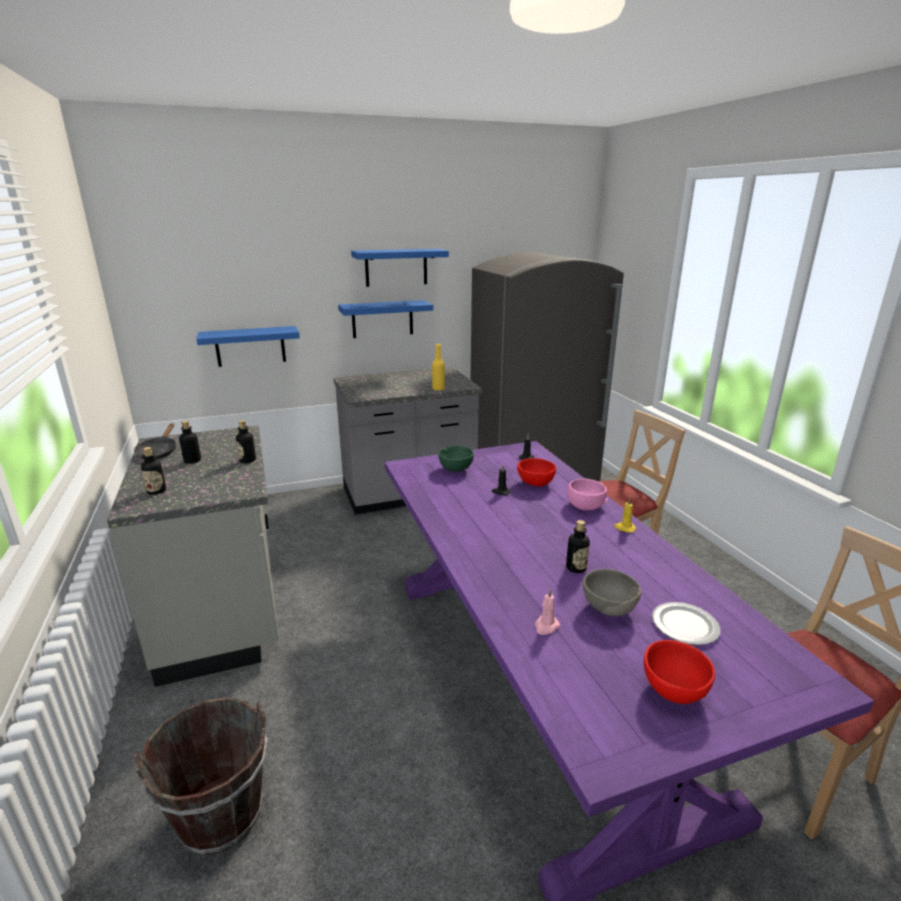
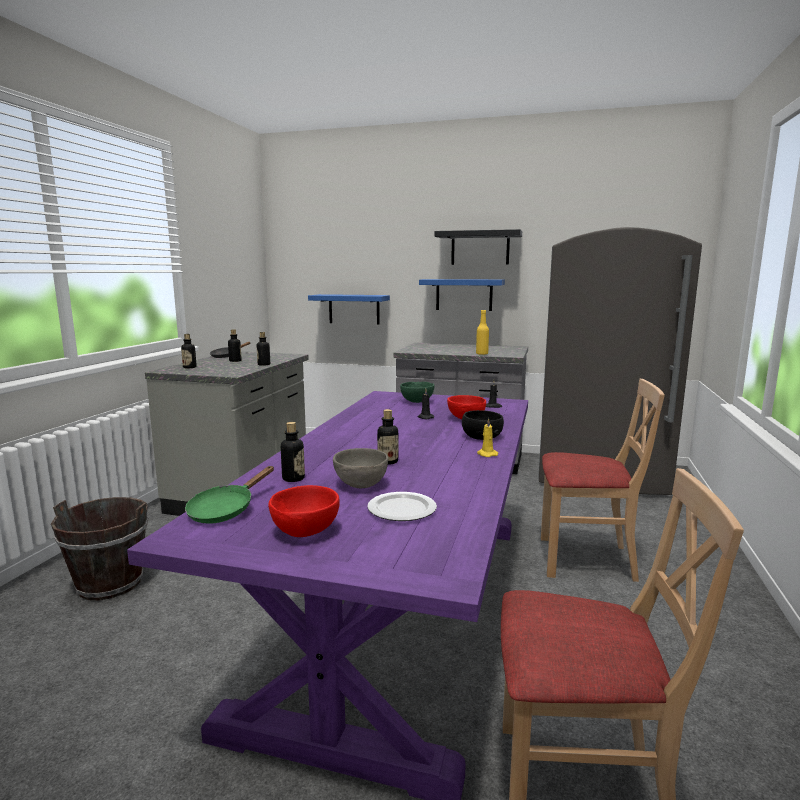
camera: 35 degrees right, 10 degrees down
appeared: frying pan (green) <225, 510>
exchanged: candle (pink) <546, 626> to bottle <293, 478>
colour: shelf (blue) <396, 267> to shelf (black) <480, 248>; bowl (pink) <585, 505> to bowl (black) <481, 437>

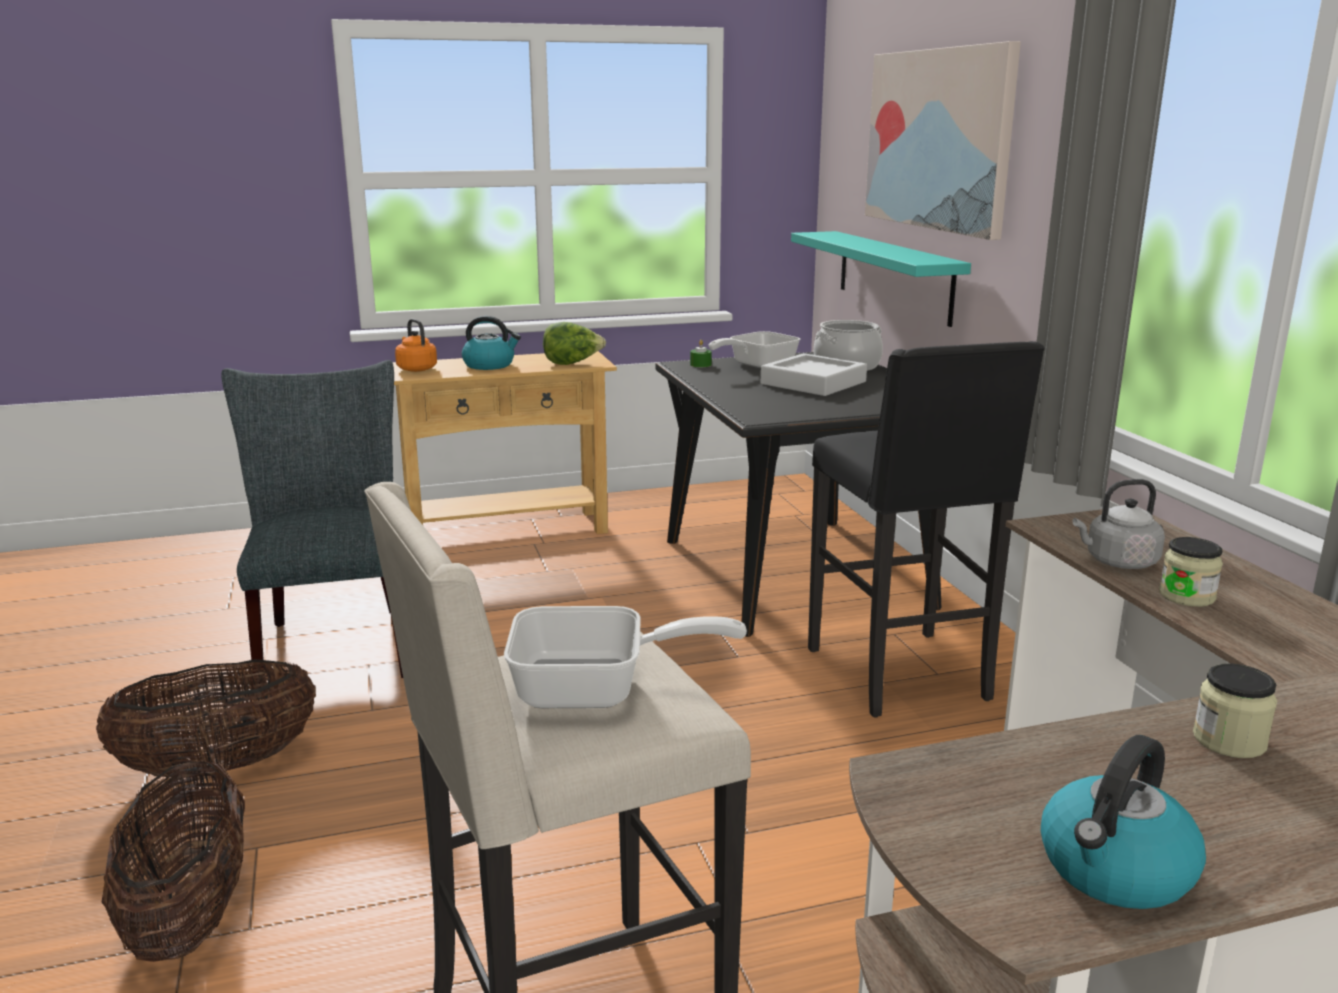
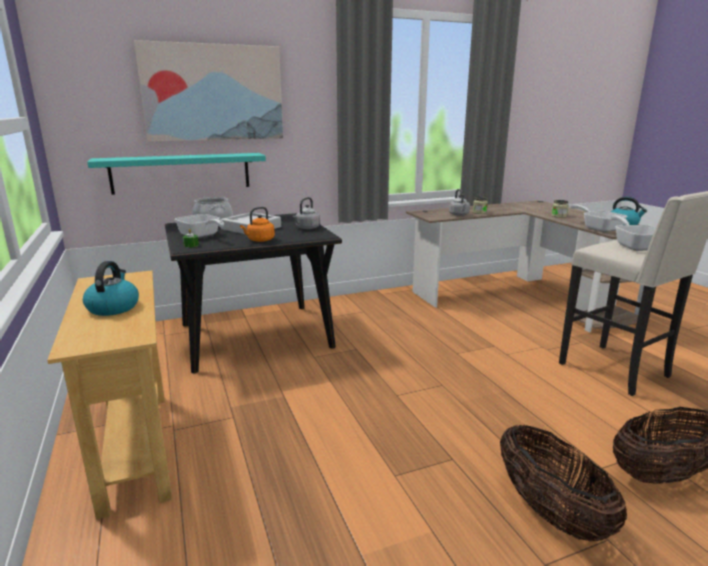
camera: 95 degrees left, 0 degrees up
missing: lettuce <572, 364>; stool (black) <902, 676>; chair (grey) <335, 643>
appeared: kettle (grey) <307, 228>; frying pan <598, 228>
relocated: kettle (orange) <416, 369> to <259, 240>

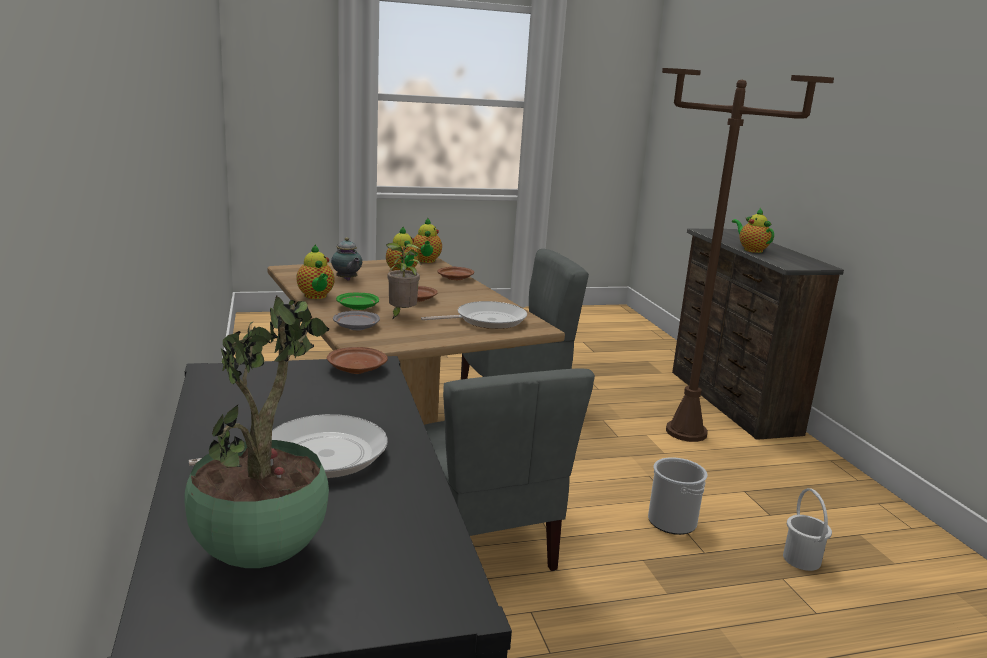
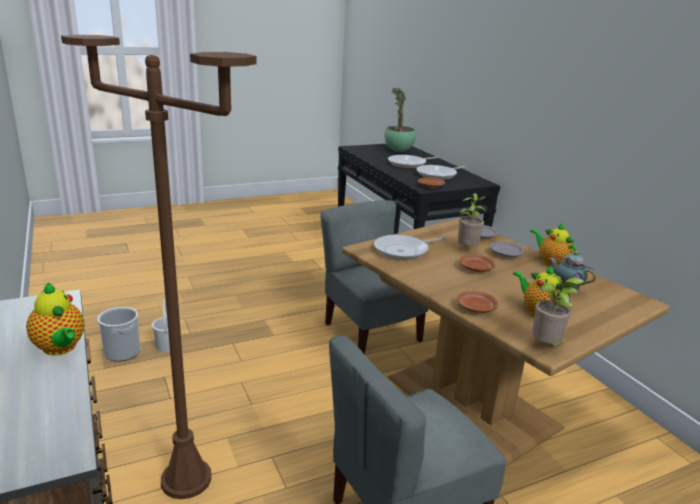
camera: 170 degrees right, 5 degrees up
appeared: frying pan <438, 175>
relocated: bucket <672, 521> to <122, 352>
exchanged: teapot <426, 261> to potted plant <547, 347>
colour: plate (green) <357, 307> to plate (grey) <506, 254>

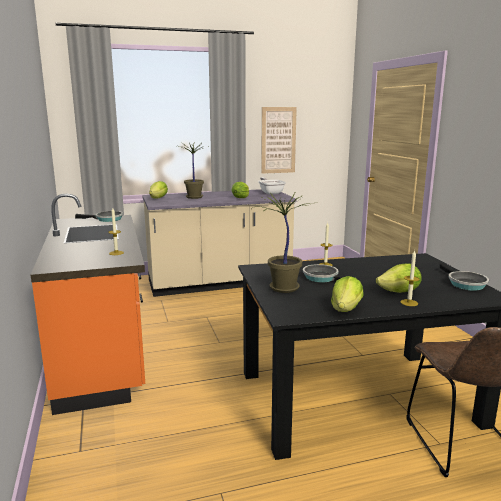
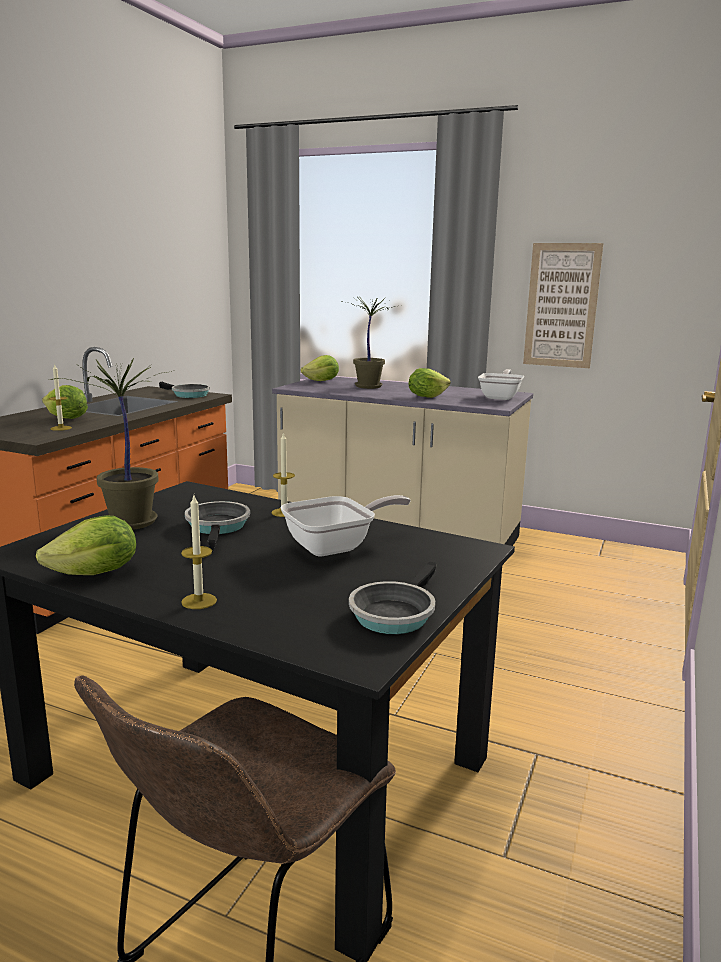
camera: 40 degrees right, 0 degrees up
appeared: frying pan <336, 546>
relocated: lettuce <399, 292> to <66, 419>

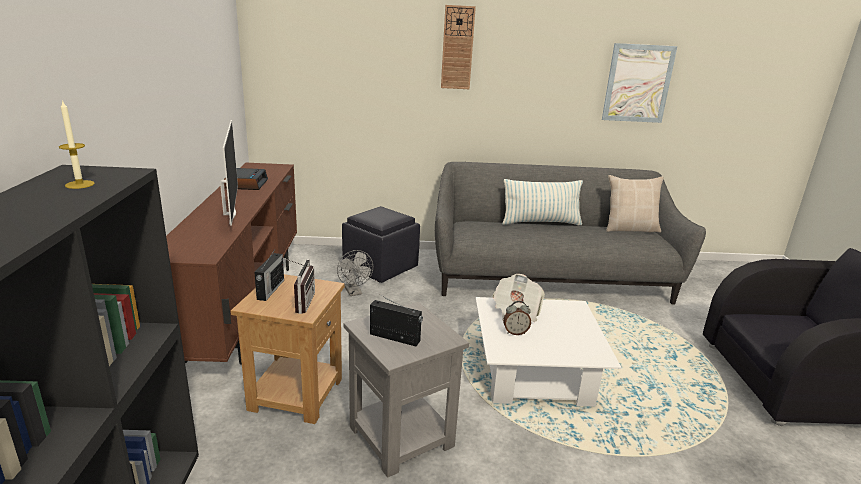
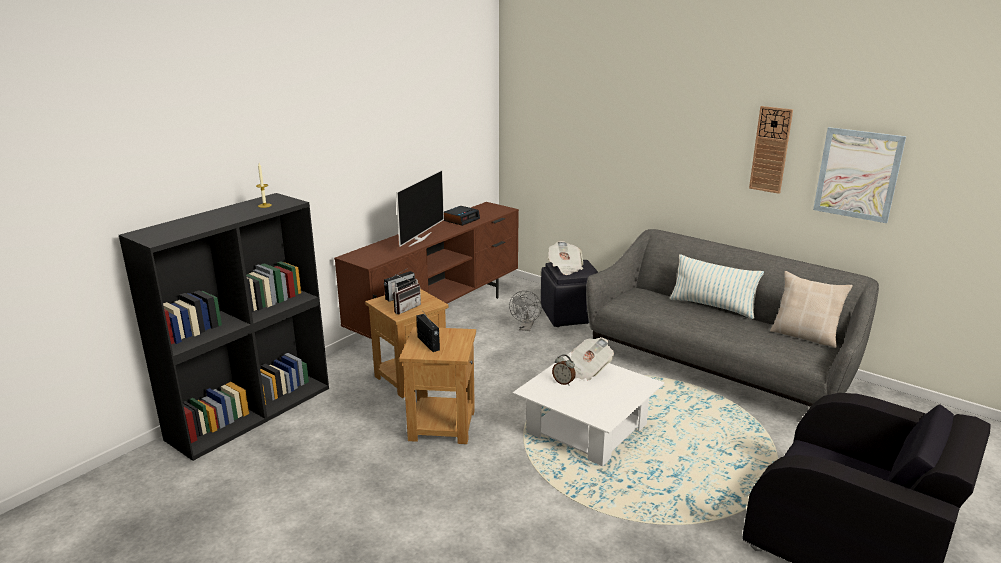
camera: 40 degrees right, 0 degrees up
appeared: newspaper <565, 267>
relocated: wall clock <457, 48> to <770, 150>
colour: side table (grey) <400, 436> to side table (brown) <442, 424>

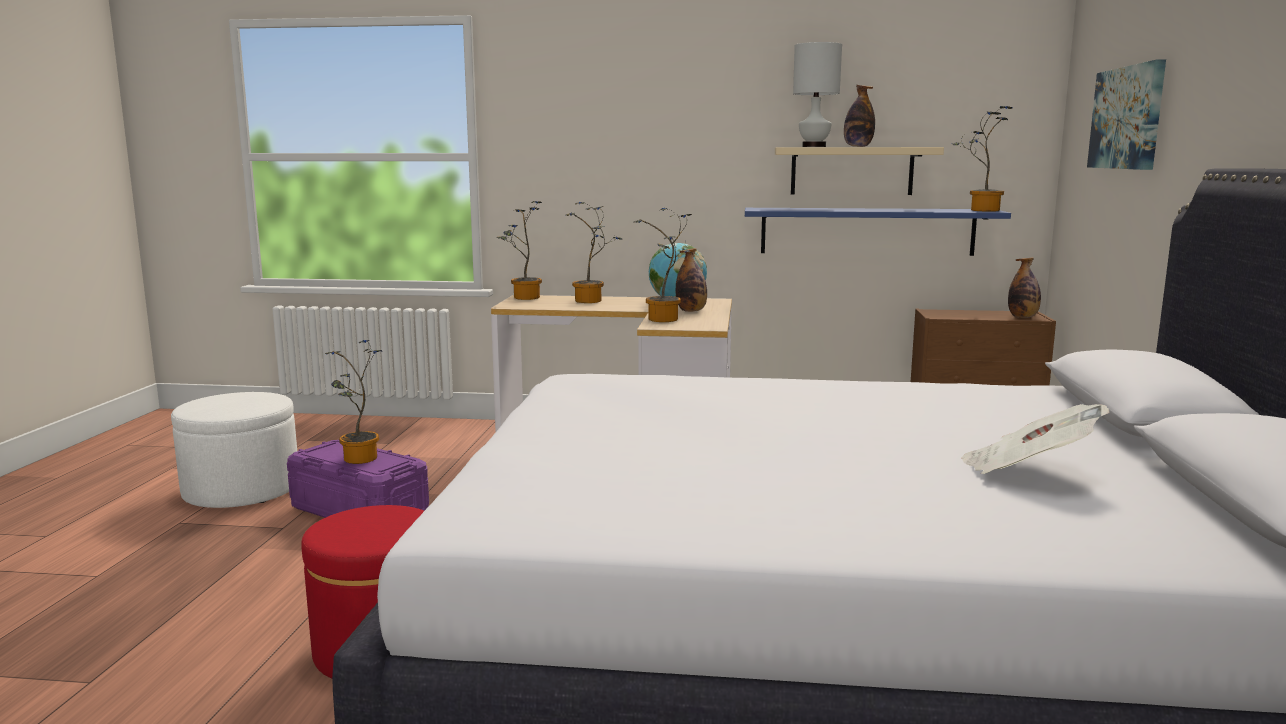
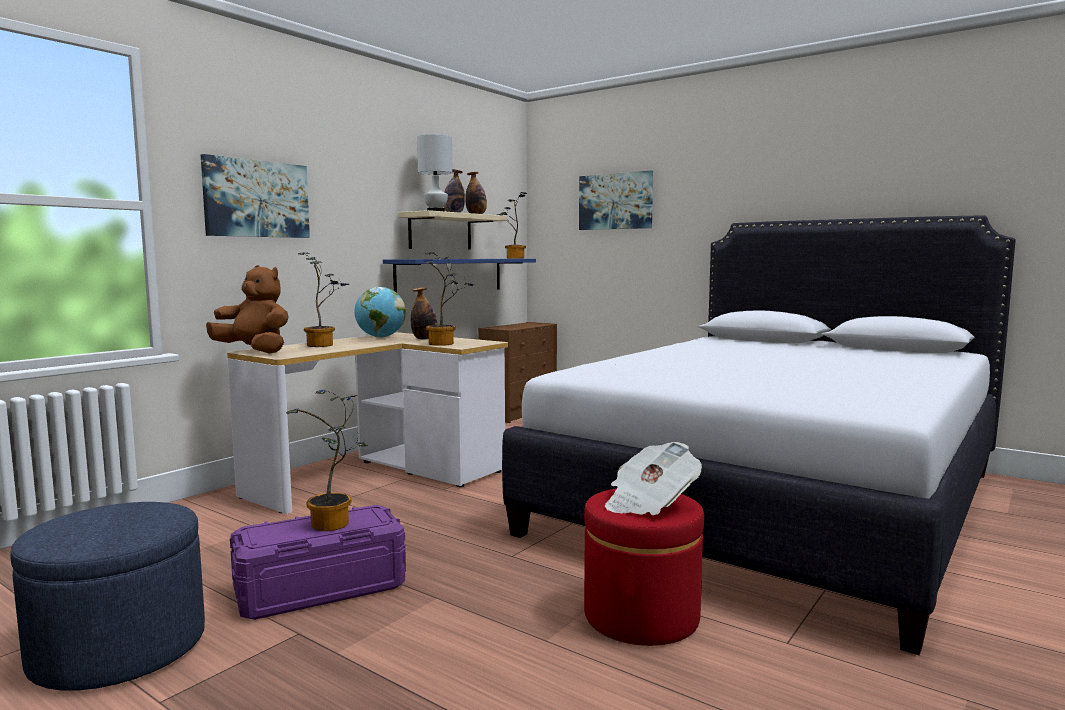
camera: 60 degrees left, 5 degrees down
appeared: picture <256, 199>
relocated: bottle <1022, 317> to <476, 214>; newspaper <1026, 471> to <649, 503>
exchanged: potted plant <523, 298> to plush toy (brown) <254, 351>
colour: ottoman (white) <241, 490> to ottoman (blue) <119, 648>

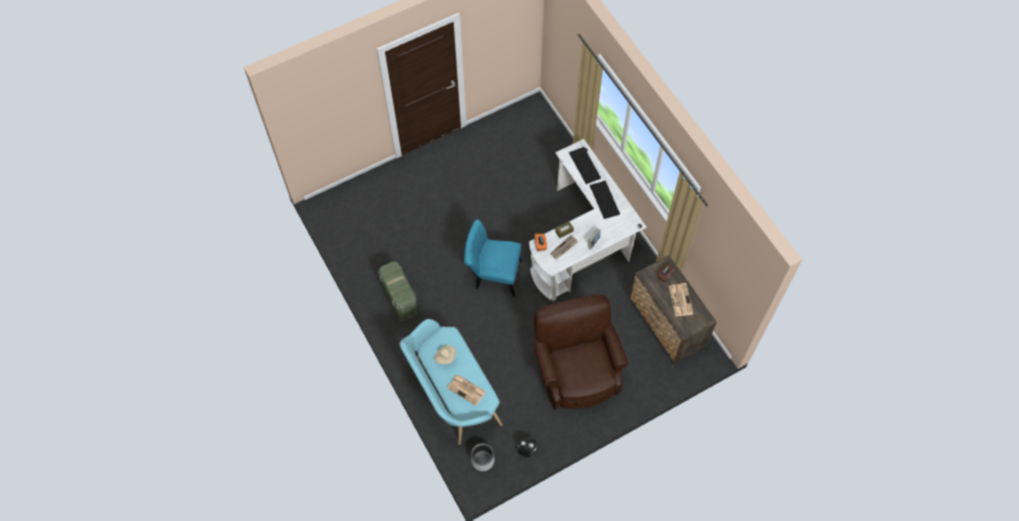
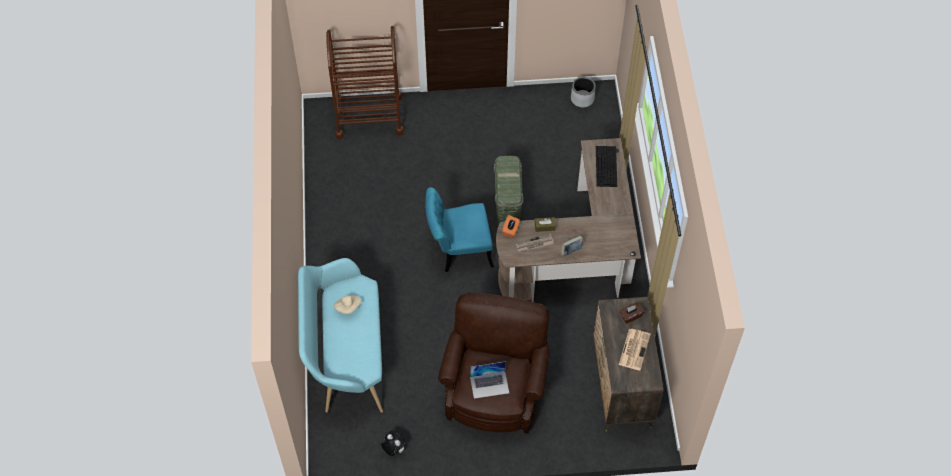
camera: 25 degrees right, 5 degrees down
missing: keyboard <605, 200>; newspaper <467, 390>
appeared: cart (brown) <368, 116>; laptop <489, 384>
relocated: storage box (green) <399, 299> to <507, 203>; planter (grey) <483, 460> to <582, 99>
colour: desk (white) <583, 242> to desk (brown) <577, 257>
spun: chair (turquoise) <492, 274> = <458, 250> 45 degrees counterclockwise

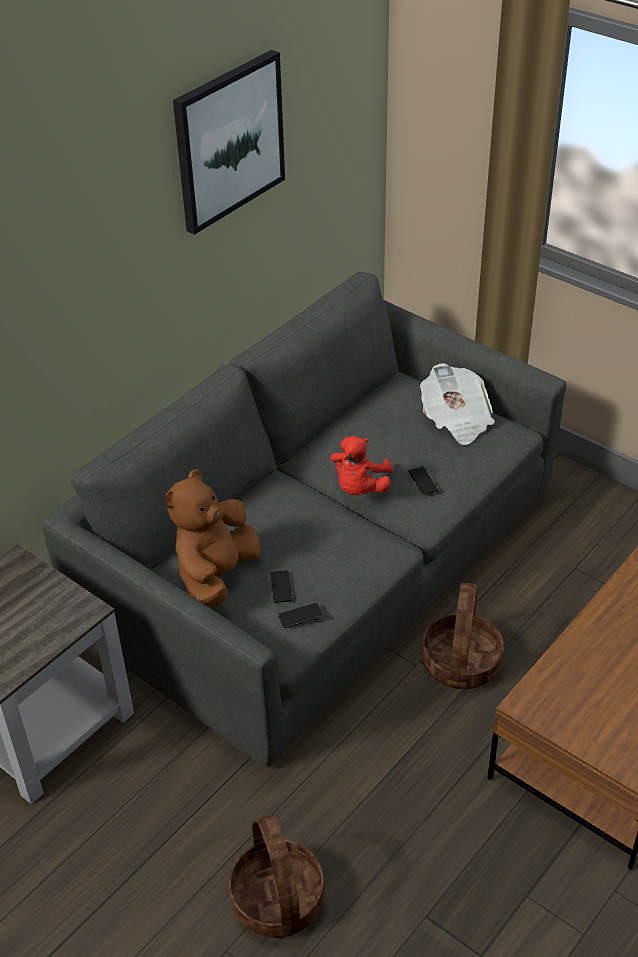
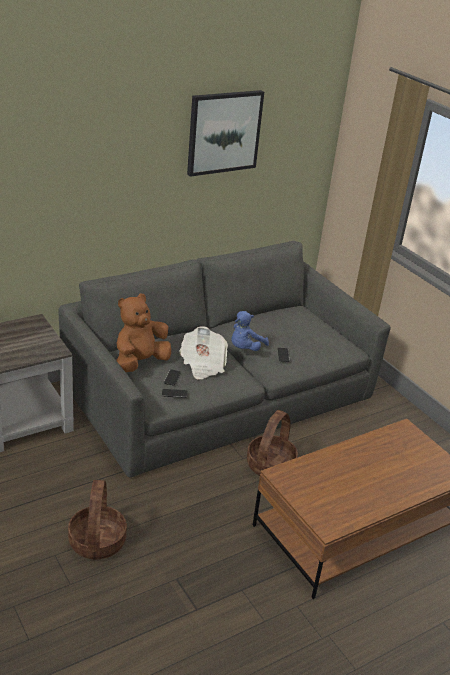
camera: 15 degrees right, 10 degrees down
relocated: newspaper <456, 420> to <202, 365>
colour: plush toy (red) <359, 488> to plush toy (blue) <245, 348>

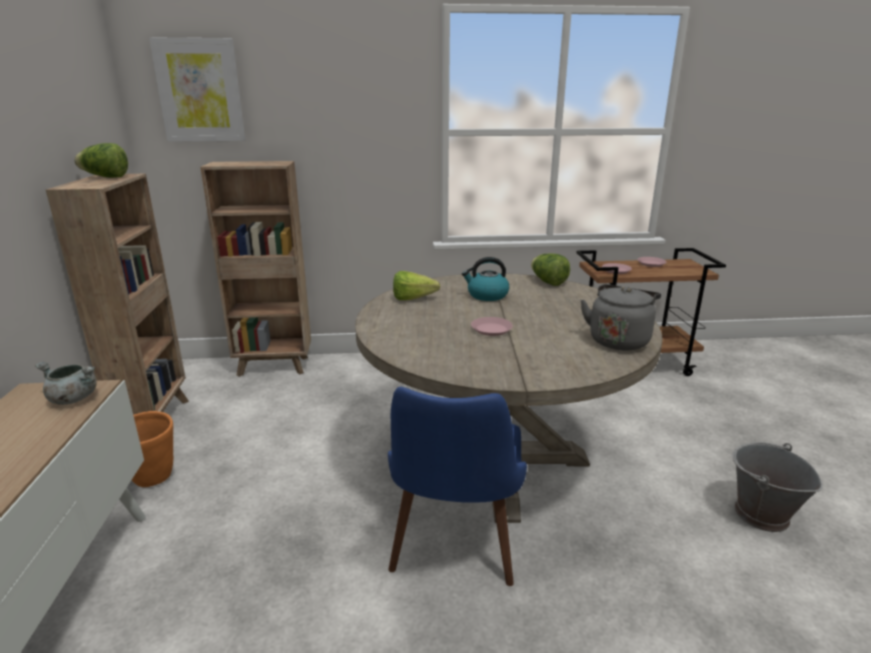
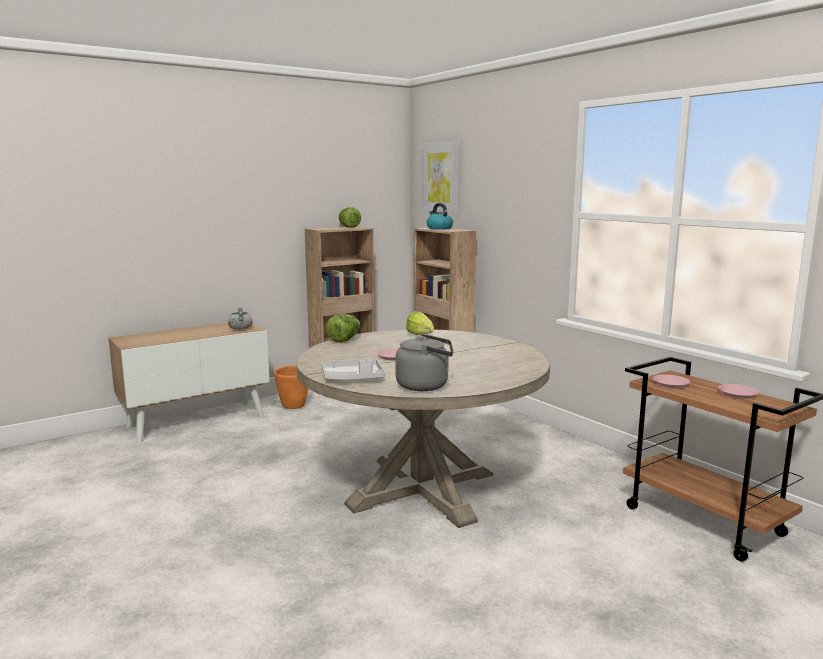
camera: 60 degrees right, 10 degrees down
missing: chair (blue) <455, 548>; bucket (grey) <760, 514>
appeared: tray (grey) <353, 378>
relocated: lettuce <548, 282> to <344, 340>; kettle <487, 295> to <439, 228>

